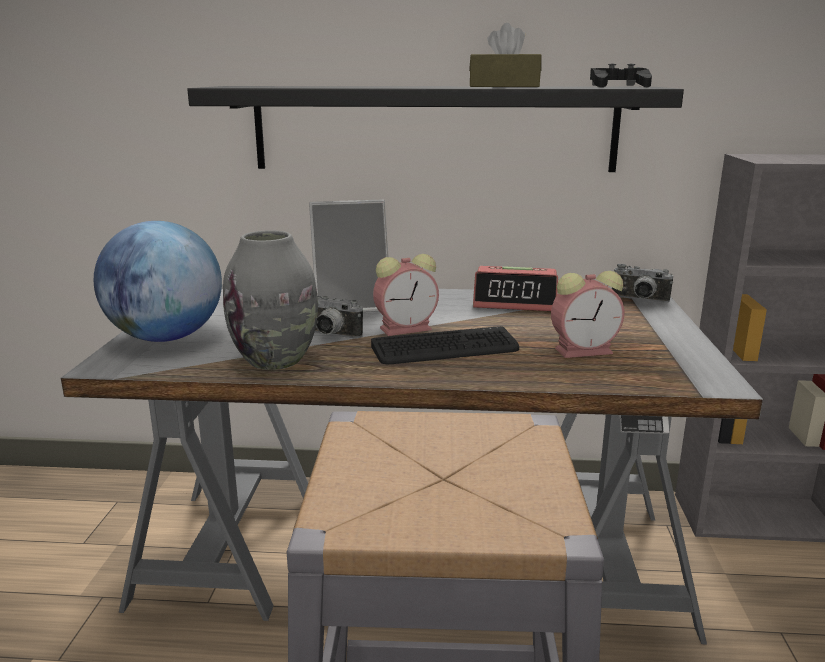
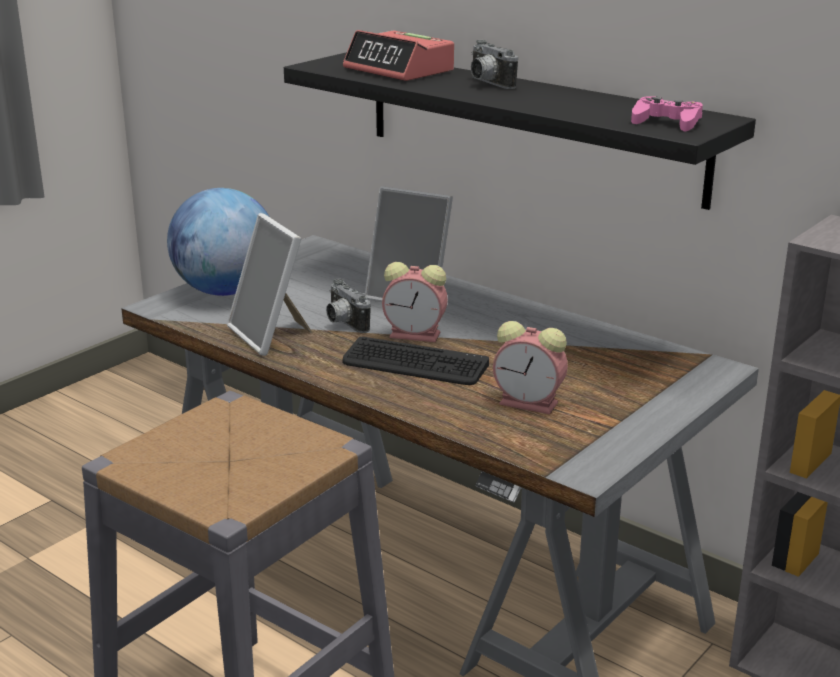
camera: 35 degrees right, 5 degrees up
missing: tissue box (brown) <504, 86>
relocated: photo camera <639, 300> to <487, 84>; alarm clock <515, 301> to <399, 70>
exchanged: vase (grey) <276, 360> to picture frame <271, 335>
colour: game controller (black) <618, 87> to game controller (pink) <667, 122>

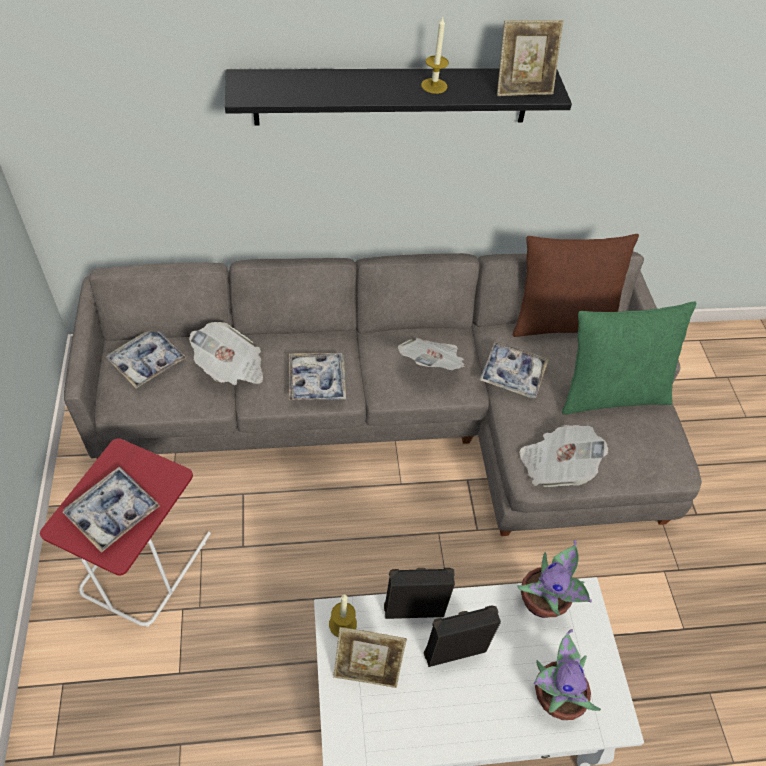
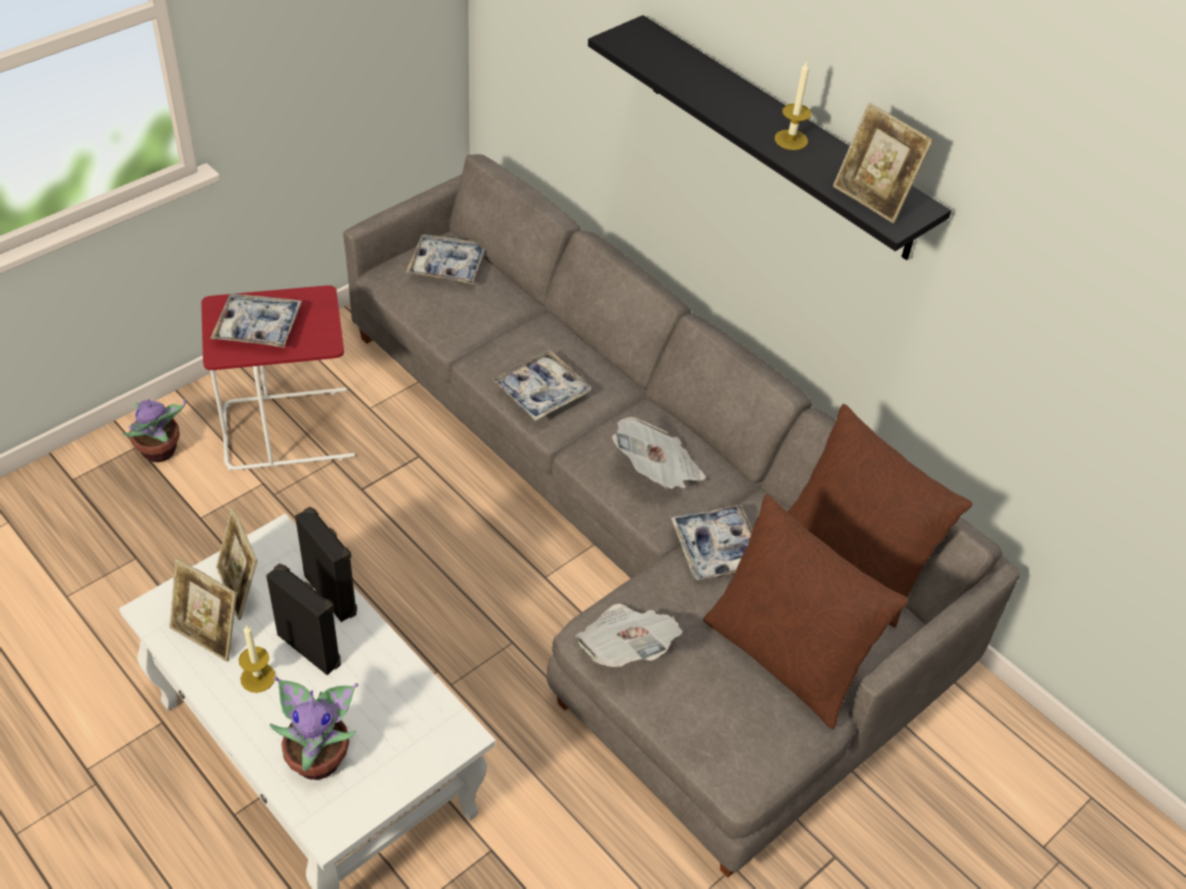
camera: 55 degrees right, 5 degrees down
missing: newspaper <231, 367>
appeared: picture frame <208, 635>
relocated: potted plant <543, 602> to <160, 452>; candle <342, 624> to <258, 677>
colour: pillow (green) <610, 393> to pillow (brown) <786, 657>

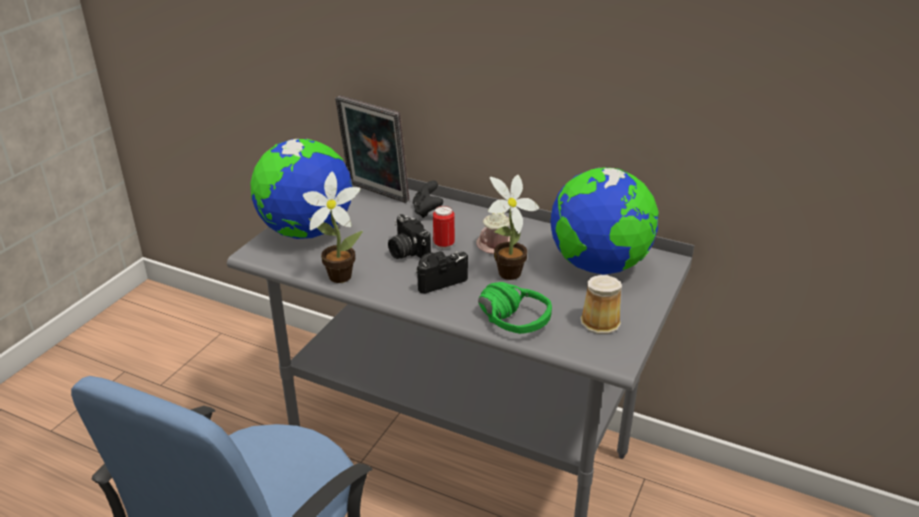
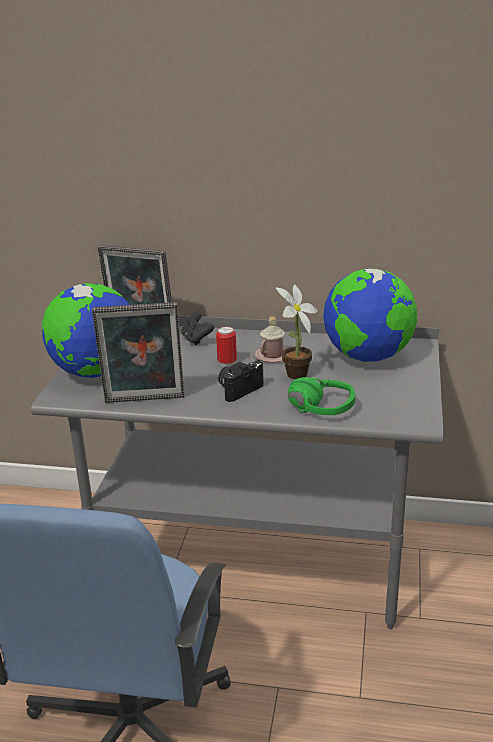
camera: 15 degrees left, 5 degrees down
missing: photo camera <407, 252>; mug <602, 321>
exchanged: potted plant <337, 275> to picture frame <144, 401>

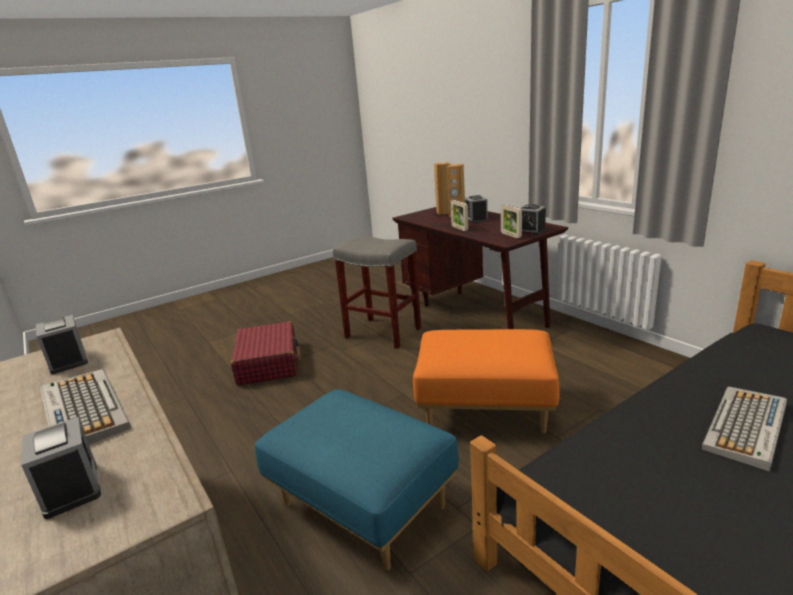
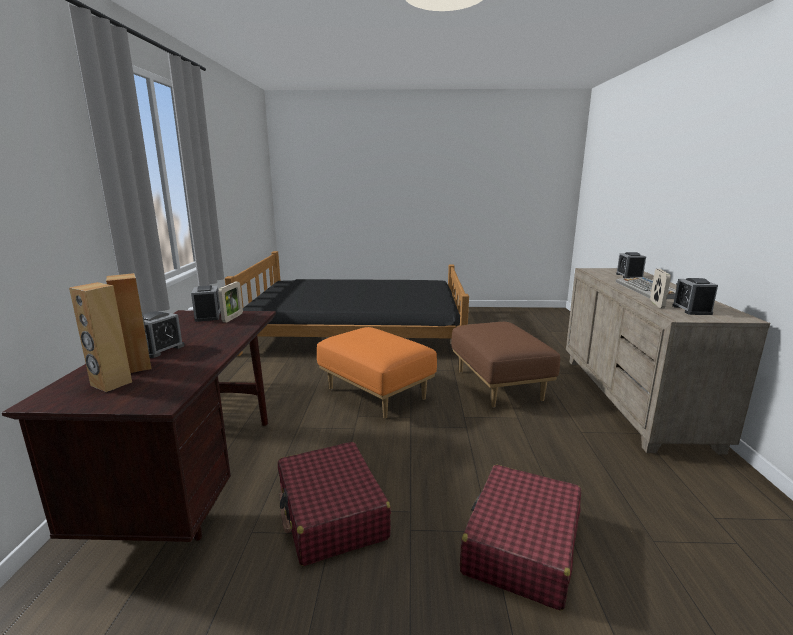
camera: 145 degrees left, 5 degrees down
missing: keyboard <746, 427>
relocated: picture frame <459, 228> to <657, 304>
exchanged: stool (grey) <382, 333> to suitcase (red) <331, 514>
colour: ottoman (blue) <361, 507> to ottoman (brown) <499, 385>

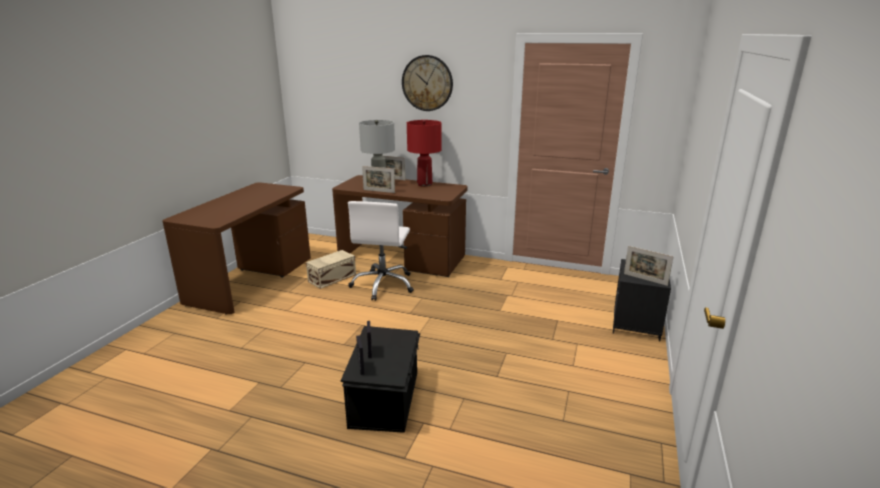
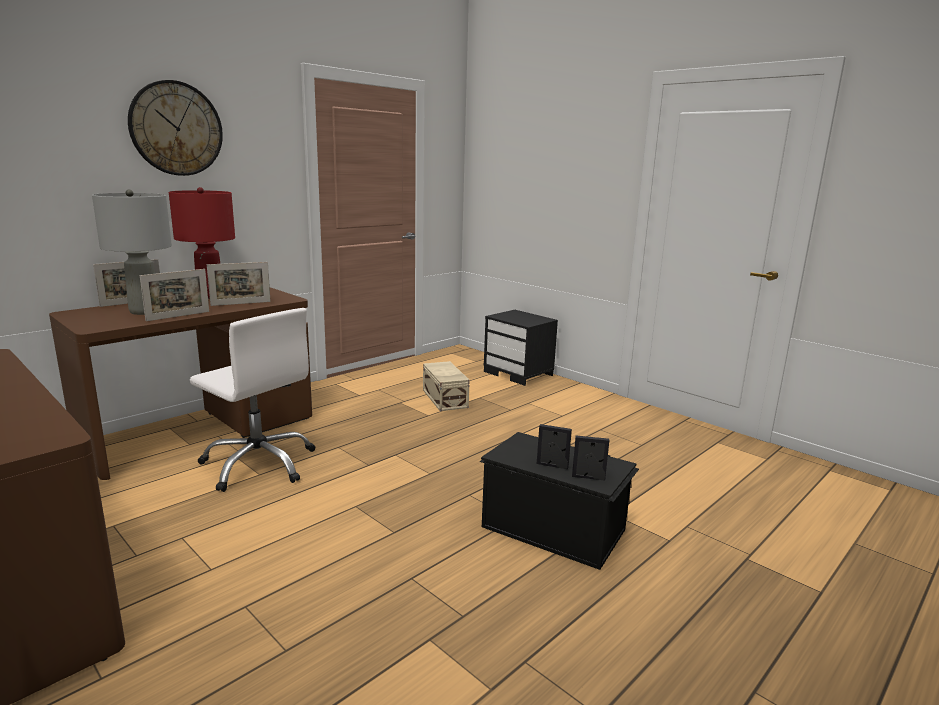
camera: 65 degrees left, 5 degrees down
relocated: picture frame <645, 279> to <241, 303>; storage box (beige) <331, 278> to <444, 399>

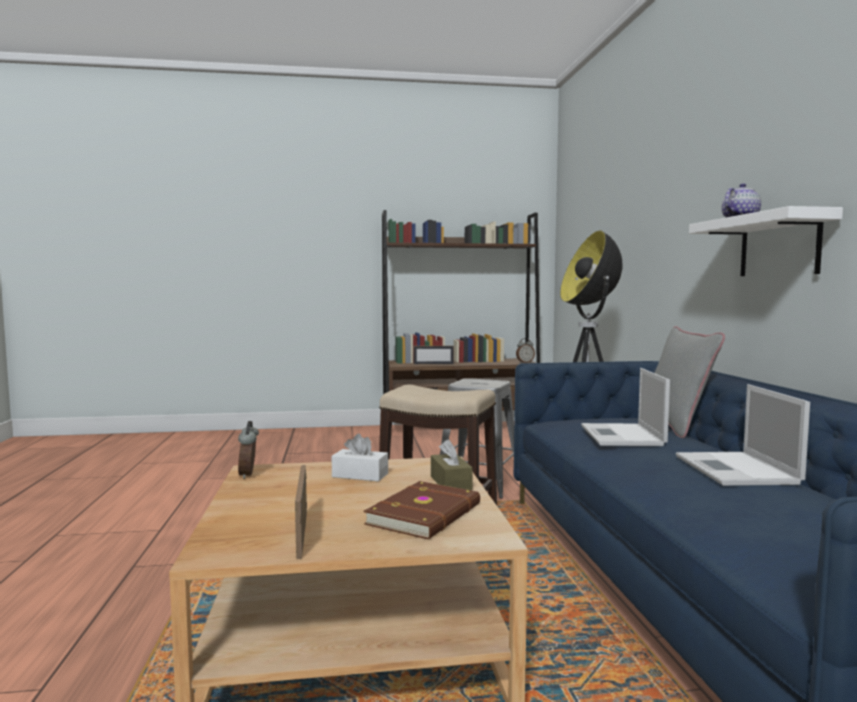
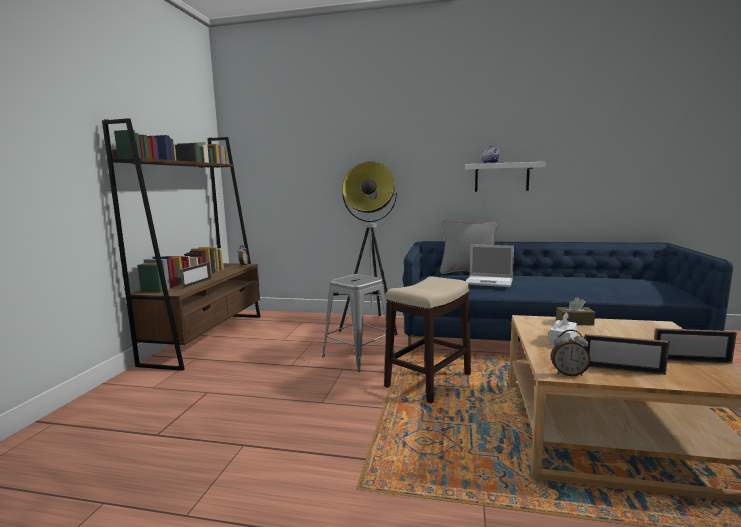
camera: 70 degrees left, 5 degrees up
missing: laptop <737, 470>; book (brown) <426, 514>
appeared: picture frame <622, 369>

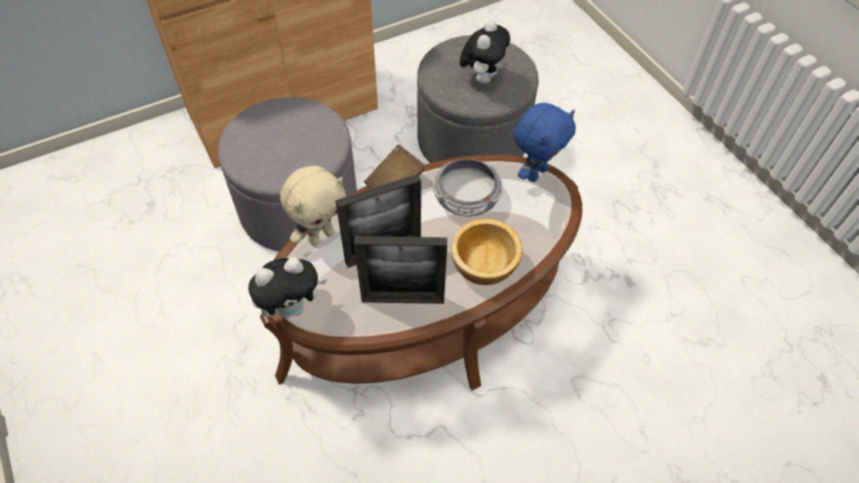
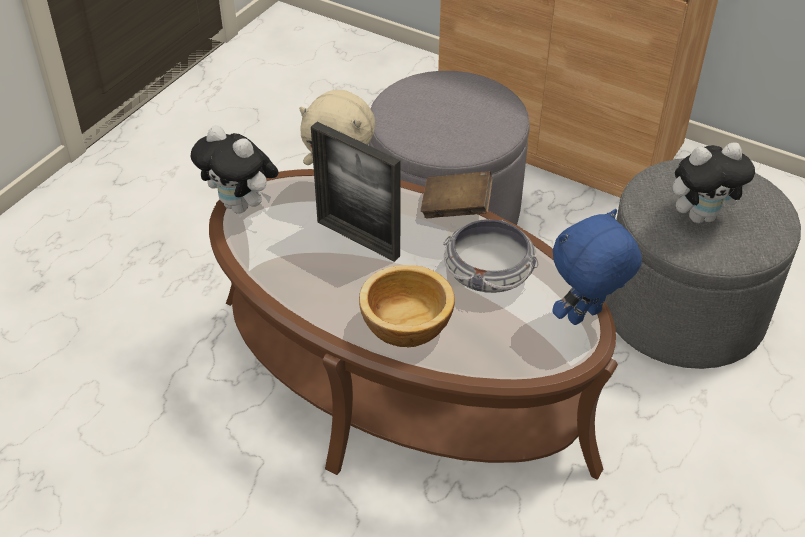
camera: 60 degrees right, 10 degrees down
missing: picture frame <403, 299>
spun: plush toy (blue) <536, 173> = <585, 317> 135 degrees clockwise

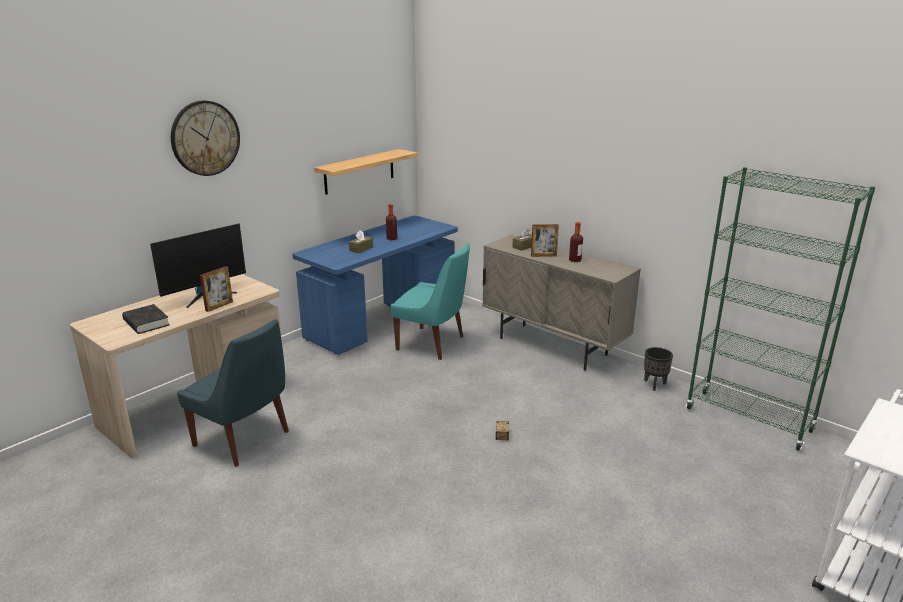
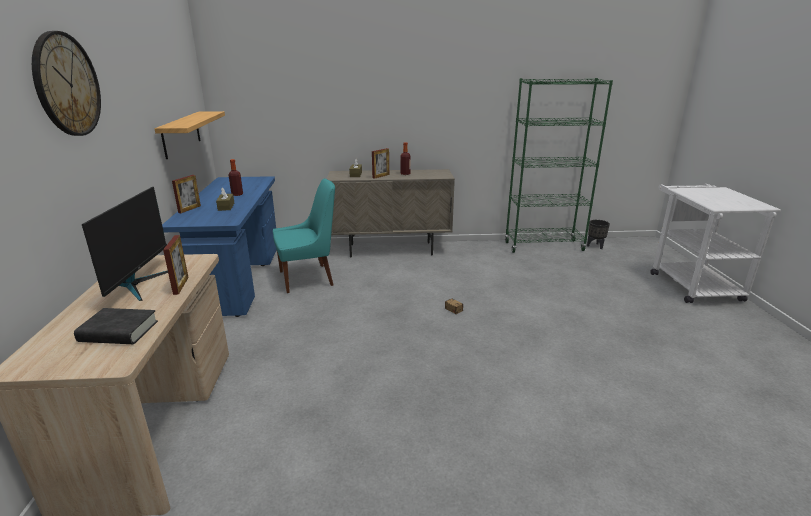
camera: 45 degrees left, 0 degrees up
missing: chair (blue) <244, 440>
appeared: picture frame <189, 209>
relocated: planter (black) <655, 384> to <595, 246>

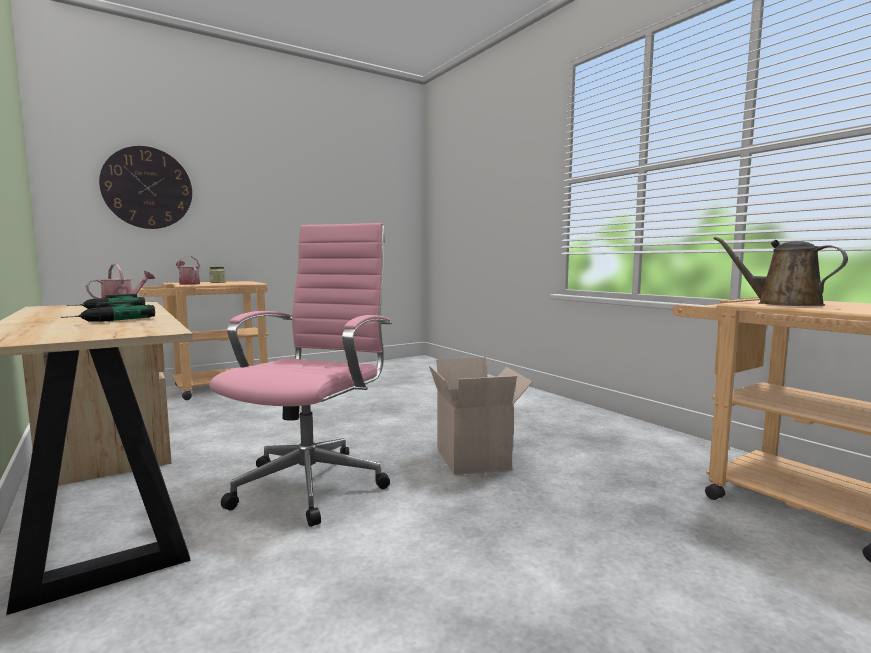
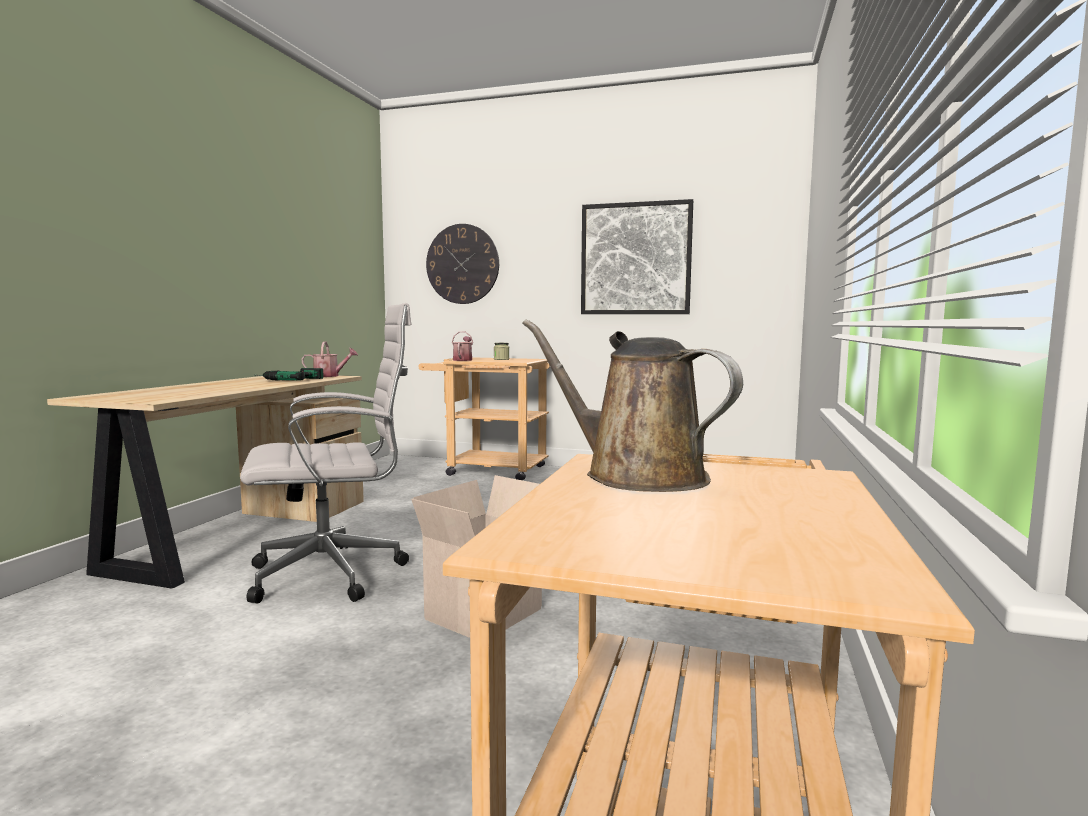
camera: 50 degrees right, 0 degrees up
missing: power drill <102, 320>
appeared: picture <635, 259>
colour: office chair (pink) <313, 483> to office chair (white) <335, 573>
spun: watering can (brown) <782, 304> = <634, 475> 60 degrees counterclockwise

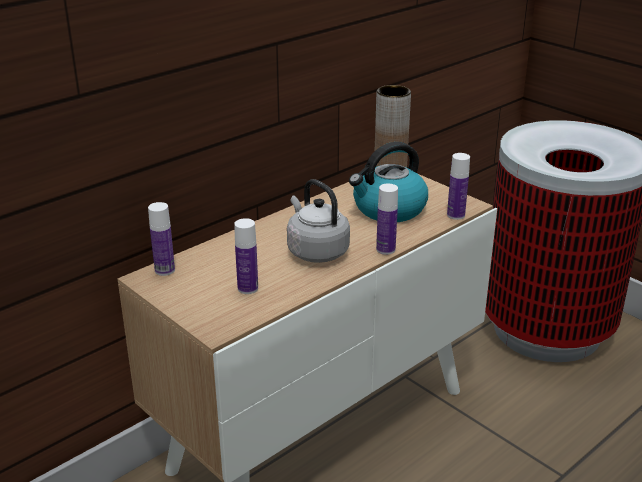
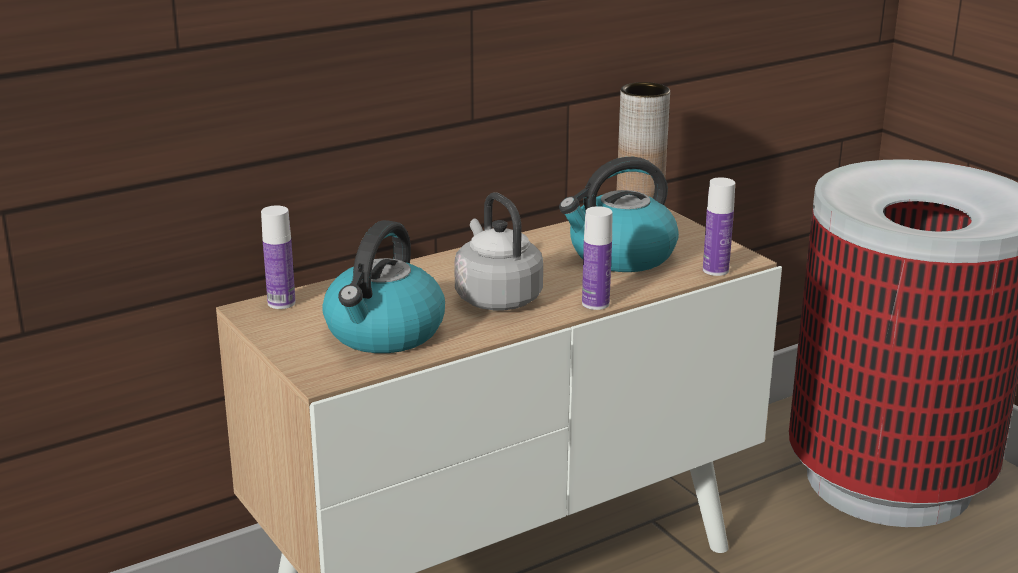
camera: 10 degrees right, 5 degrees down
exchanged: bottle <248, 288> to kettle <384, 333>

